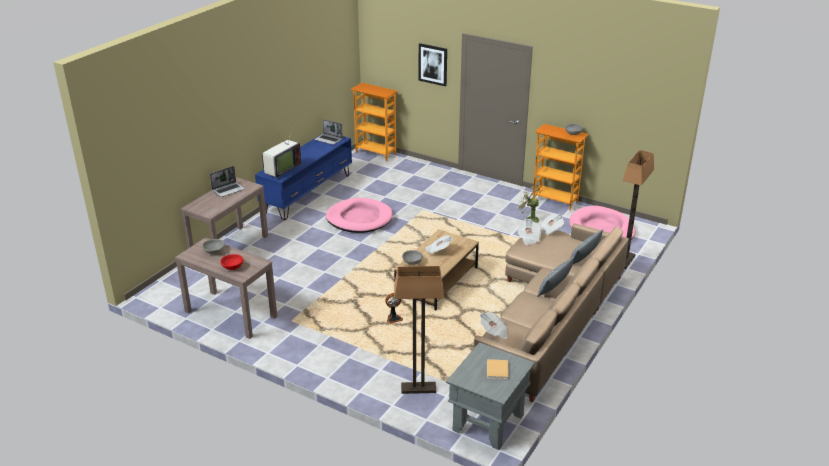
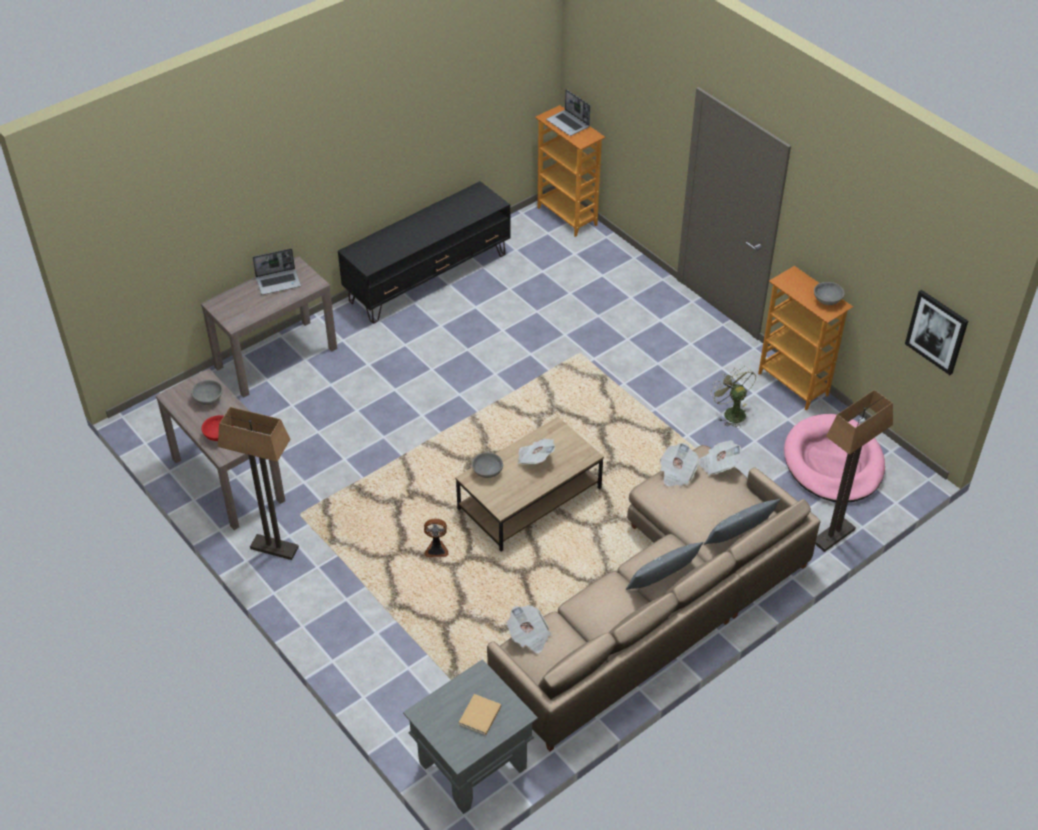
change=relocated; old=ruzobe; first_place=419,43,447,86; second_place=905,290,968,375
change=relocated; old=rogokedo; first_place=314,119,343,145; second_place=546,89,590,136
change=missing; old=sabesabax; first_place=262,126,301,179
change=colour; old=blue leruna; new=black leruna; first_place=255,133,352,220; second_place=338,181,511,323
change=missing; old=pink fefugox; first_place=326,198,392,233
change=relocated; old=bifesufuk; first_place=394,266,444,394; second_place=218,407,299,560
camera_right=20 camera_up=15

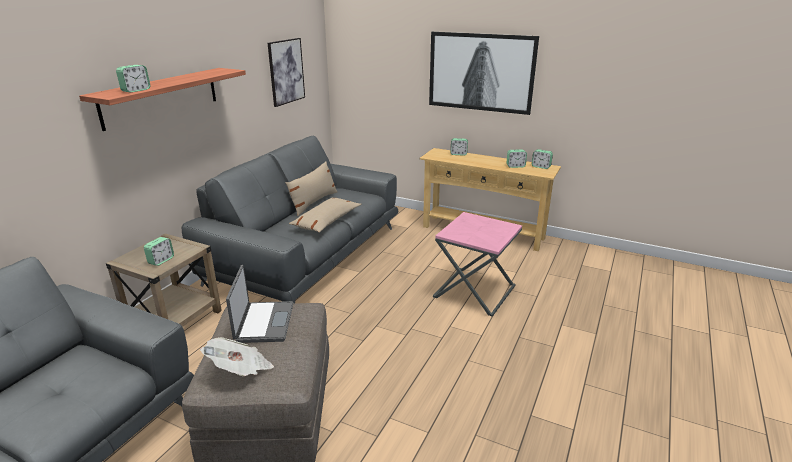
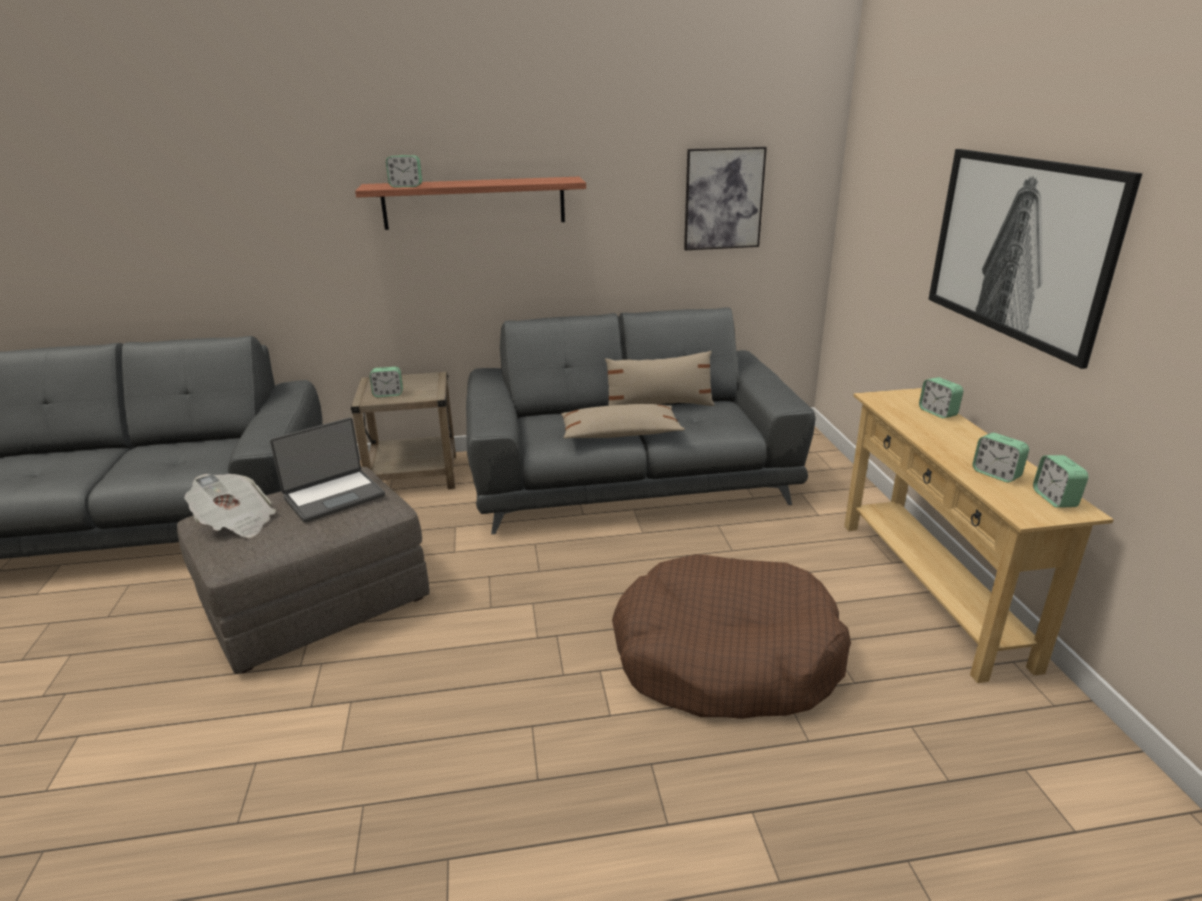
change=exchanged; old=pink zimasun; new=brown fefugox; first_place=433,212,522,316; second_place=612,554,851,719
camera_right=55 camera_up=0

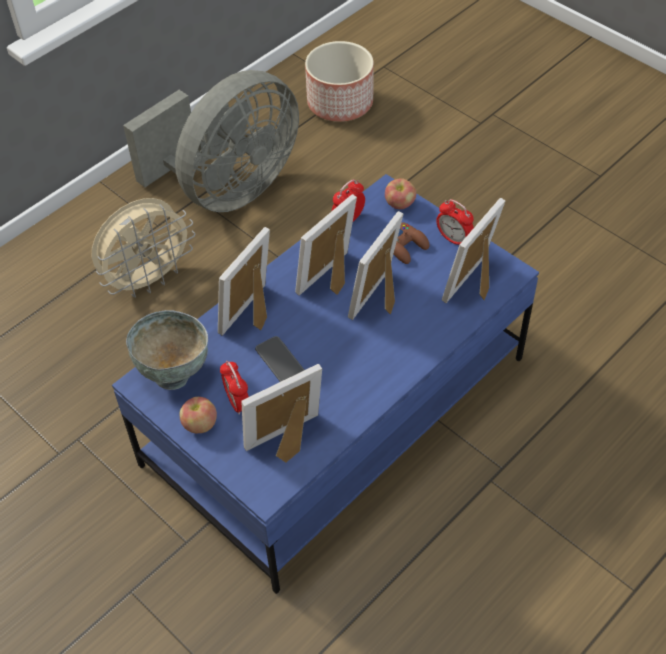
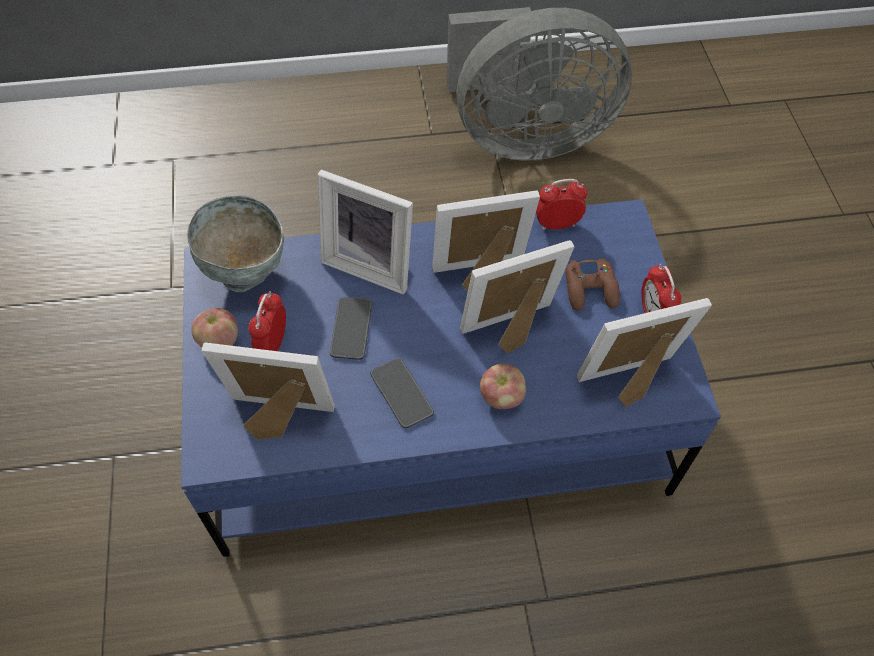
change=missing; old=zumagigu; first_place=305,41,374,122
change=relocated; old=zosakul; first_place=385,178,416,209; second_place=480,363,526,409
change=missing; old=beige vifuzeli; first_place=91,198,195,298
change=spun; old=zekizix; first_place=218,227,270,336; second_place=318,170,413,294; degrees=-135
change=appeared; new=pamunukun; second_place=370,358,434,428
camera_right=35 camera_up=5

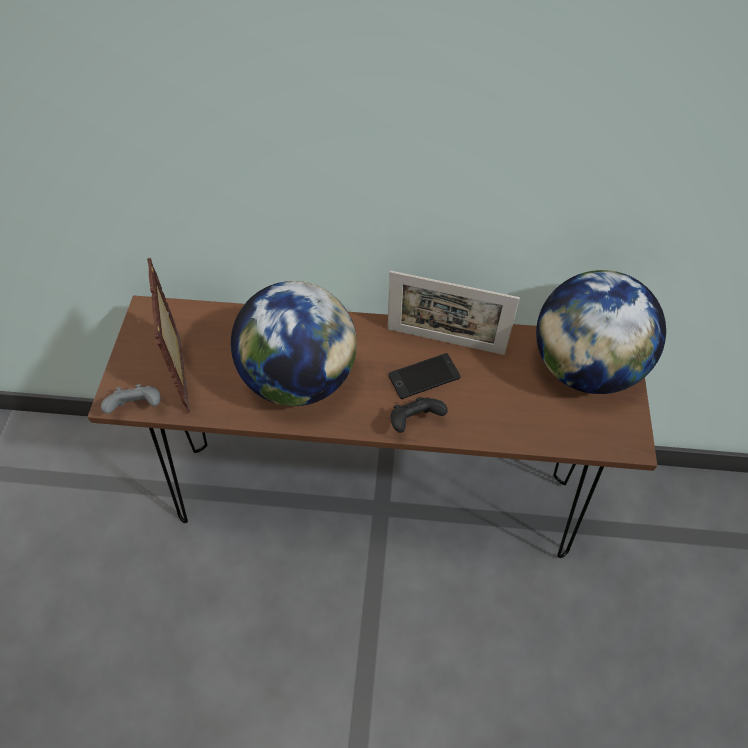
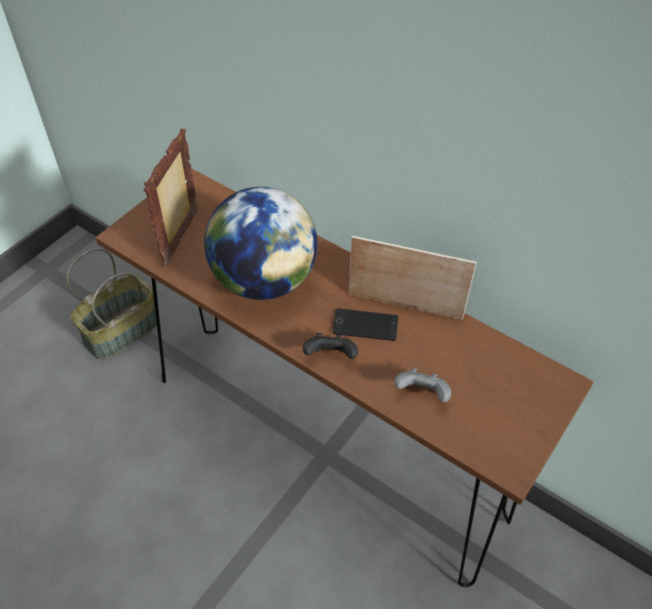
change=missing; old=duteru; first_place=536,270,666,394
change=spun; old=zekizix; first_place=388,271,520,355; second_place=349,236,477,320; degrees=150
change=relocated; old=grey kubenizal; first_place=101,384,161,414; second_place=394,367,451,402
change=appeared; new=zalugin; second_place=67,248,157,360
camera_right=30 camera_up=-5

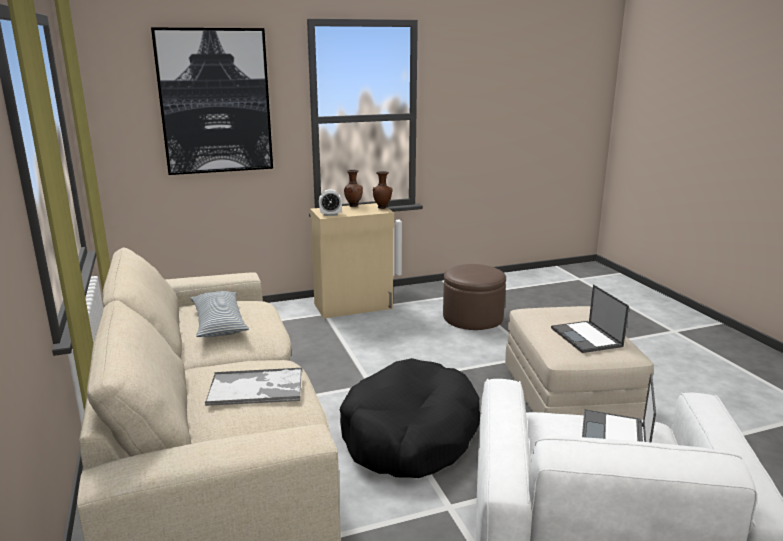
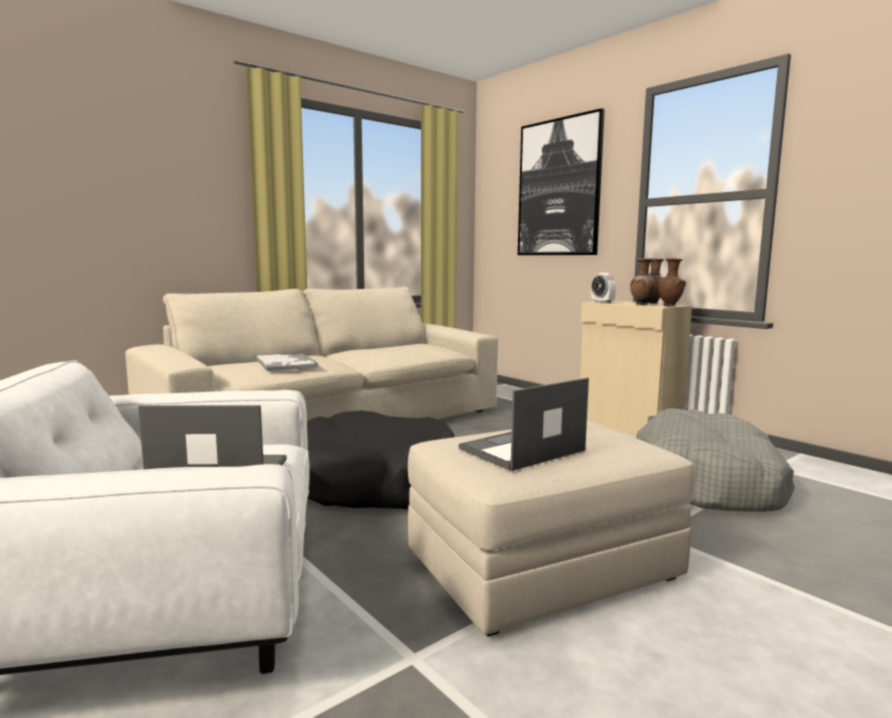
change=exchanged; old=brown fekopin; new=grey fefugox; first_place=443,264,506,330; second_place=636,408,795,512
change=missing; old=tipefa; first_place=190,291,249,337
change=appeared; new=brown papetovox; second_place=630,258,655,305
camera_right=70 camera_up=-10

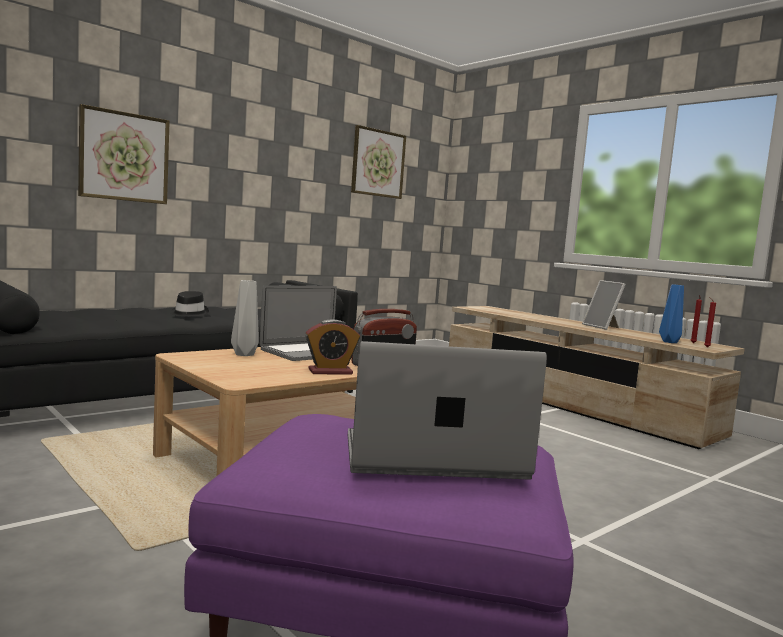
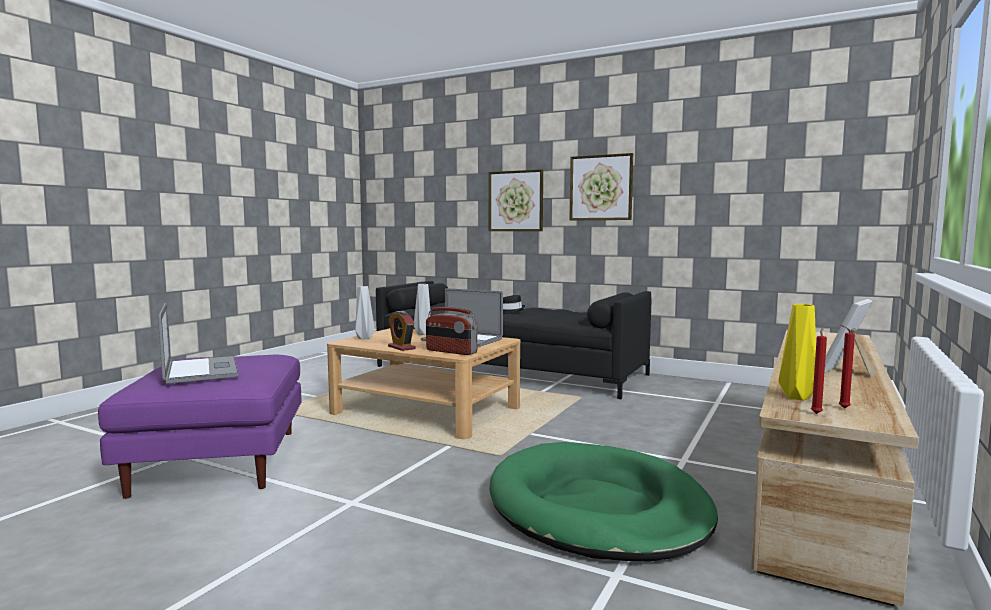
change=relocated; old=ruzobe; first_place=351,125,406,199; second_place=570,153,633,220
change=colour; old=blue papetovox; new=yellow papetovox; first_place=659,284,684,343; second_place=779,304,816,400
change=appeared; new=grey papetovox; second_place=355,286,375,340
change=appeared; new=green fefugox; second_place=489,442,718,562
camera_right=70 camera_up=0

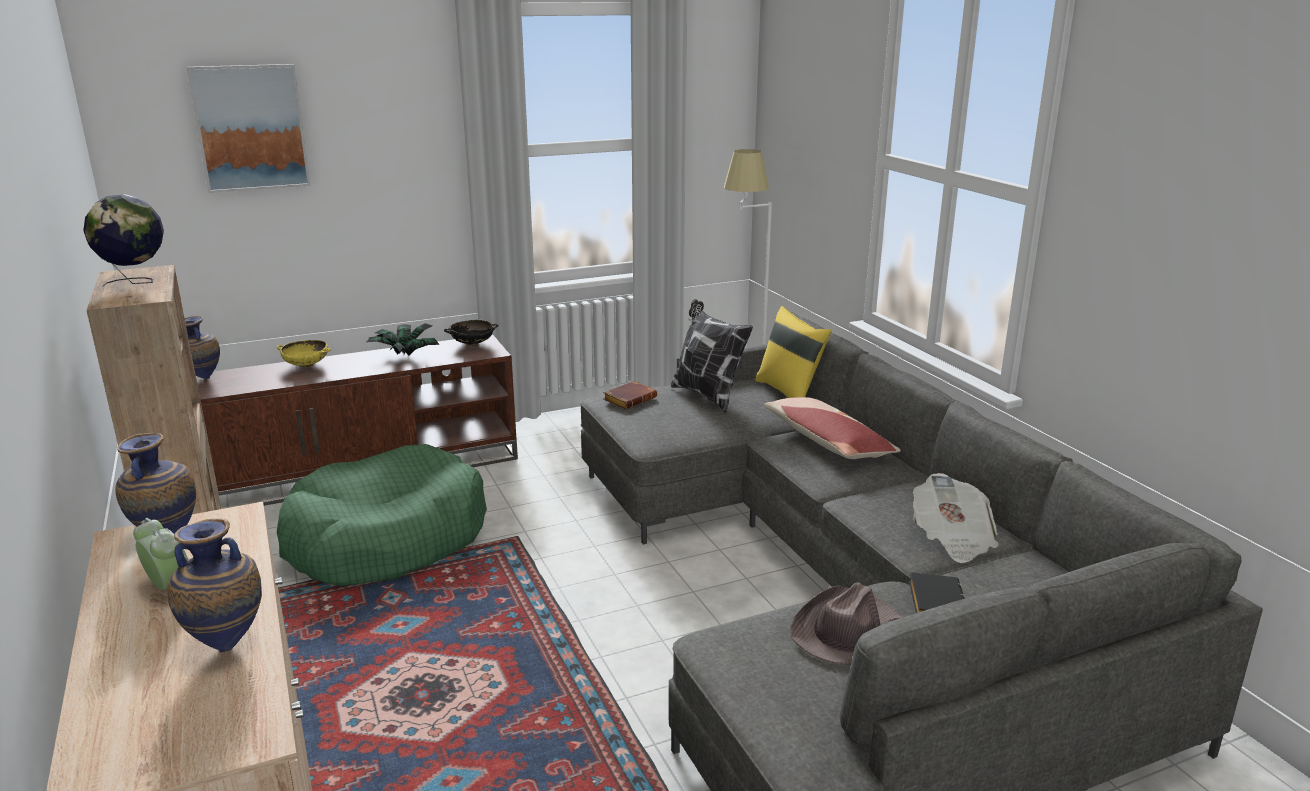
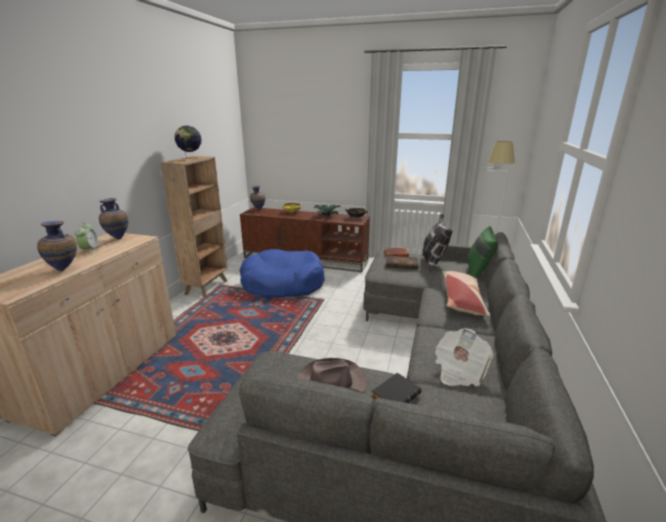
change=missing; old=ruzobe; first_place=187,64,311,193
change=colour; old=yellow tipefa; new=green tipefa; first_place=755,306,831,398; second_place=468,226,498,278
change=colour; old=green fefugox; new=blue fefugox; first_place=277,444,487,586; second_place=240,249,325,298
change=appeared; new=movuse; second_place=386,256,419,269
camera_right=40 camera_up=0

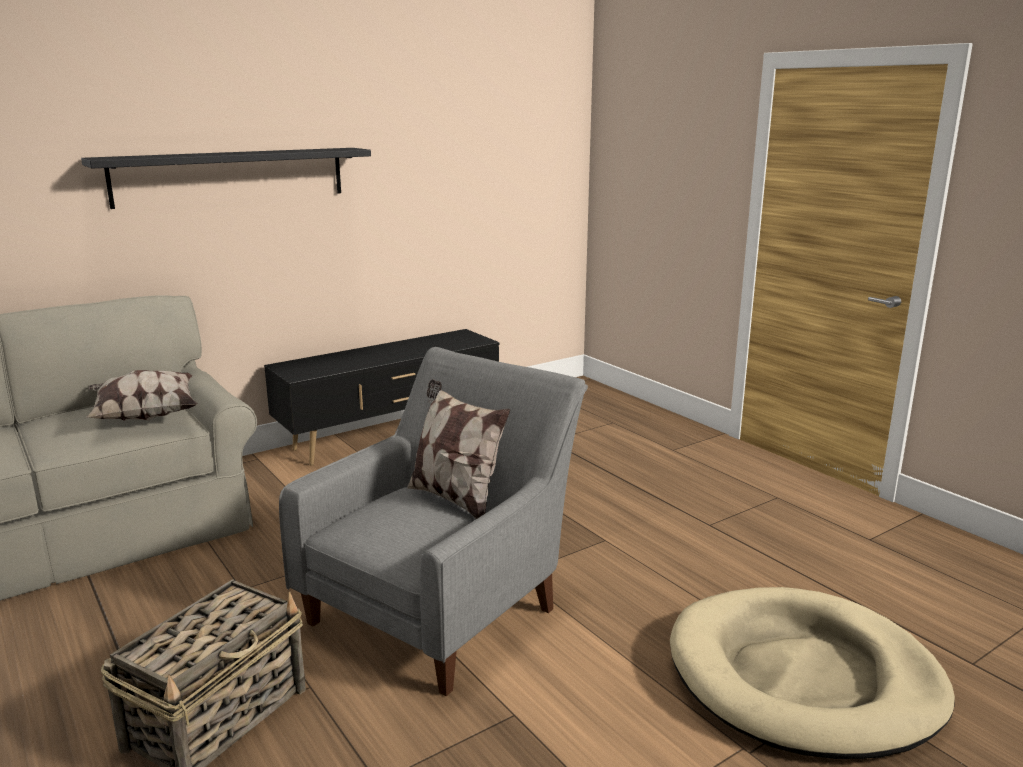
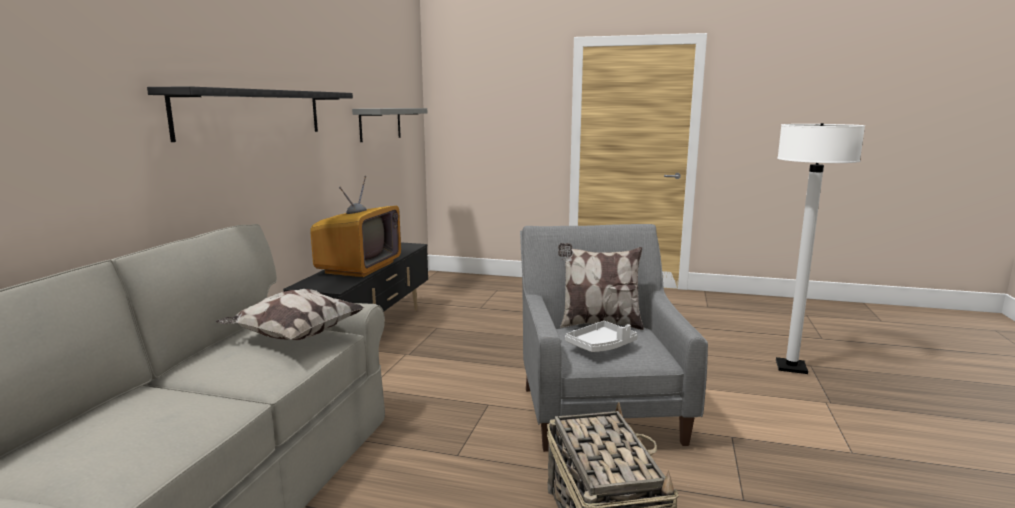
change=exchanged; old=beige fefugox; new=white bifesufuk; first_place=670,587,955,759; second_place=776,123,865,374
change=appeared; new=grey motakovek; second_place=352,108,427,142
change=appeared; new=sabesabax; second_place=310,176,401,277
change=appeared; new=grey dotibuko; second_place=565,321,638,352
camera_right=-40 camera_up=-5

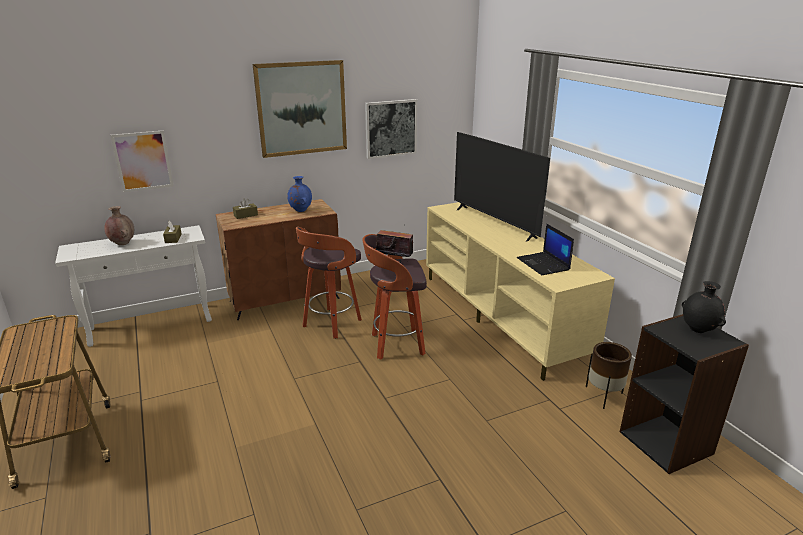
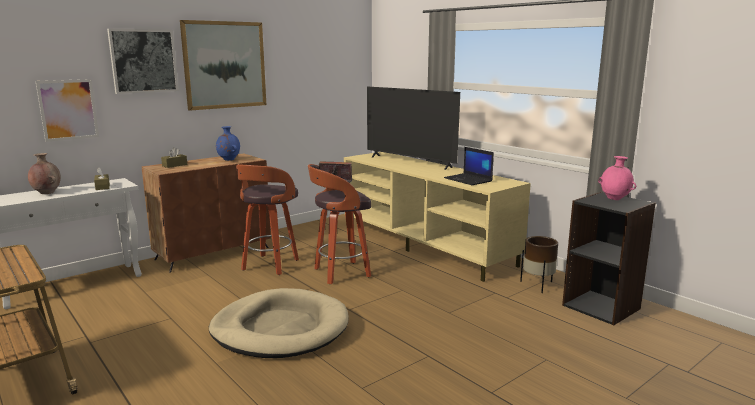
change=relocated; old=ruzobe; first_place=365,99,417,159; second_place=107,29,179,94
change=colour; old=black papetovox; new=pink papetovox; first_place=682,281,726,333; second_place=598,156,636,200
change=appeared; new=beige fefugox; second_place=209,288,349,358
camera_right=-15 camera_up=-10

